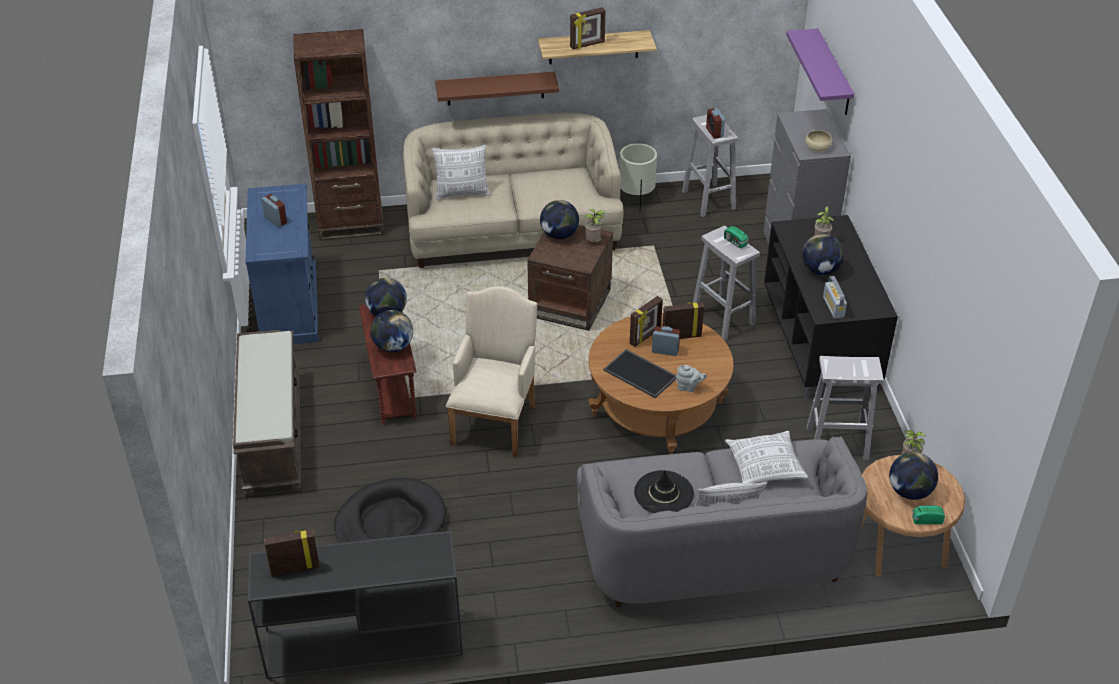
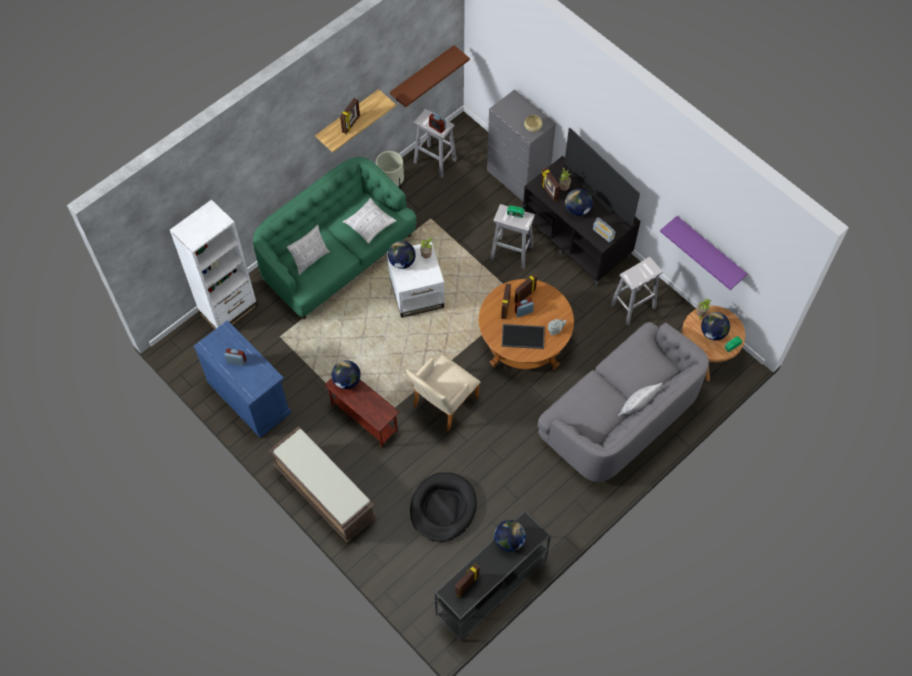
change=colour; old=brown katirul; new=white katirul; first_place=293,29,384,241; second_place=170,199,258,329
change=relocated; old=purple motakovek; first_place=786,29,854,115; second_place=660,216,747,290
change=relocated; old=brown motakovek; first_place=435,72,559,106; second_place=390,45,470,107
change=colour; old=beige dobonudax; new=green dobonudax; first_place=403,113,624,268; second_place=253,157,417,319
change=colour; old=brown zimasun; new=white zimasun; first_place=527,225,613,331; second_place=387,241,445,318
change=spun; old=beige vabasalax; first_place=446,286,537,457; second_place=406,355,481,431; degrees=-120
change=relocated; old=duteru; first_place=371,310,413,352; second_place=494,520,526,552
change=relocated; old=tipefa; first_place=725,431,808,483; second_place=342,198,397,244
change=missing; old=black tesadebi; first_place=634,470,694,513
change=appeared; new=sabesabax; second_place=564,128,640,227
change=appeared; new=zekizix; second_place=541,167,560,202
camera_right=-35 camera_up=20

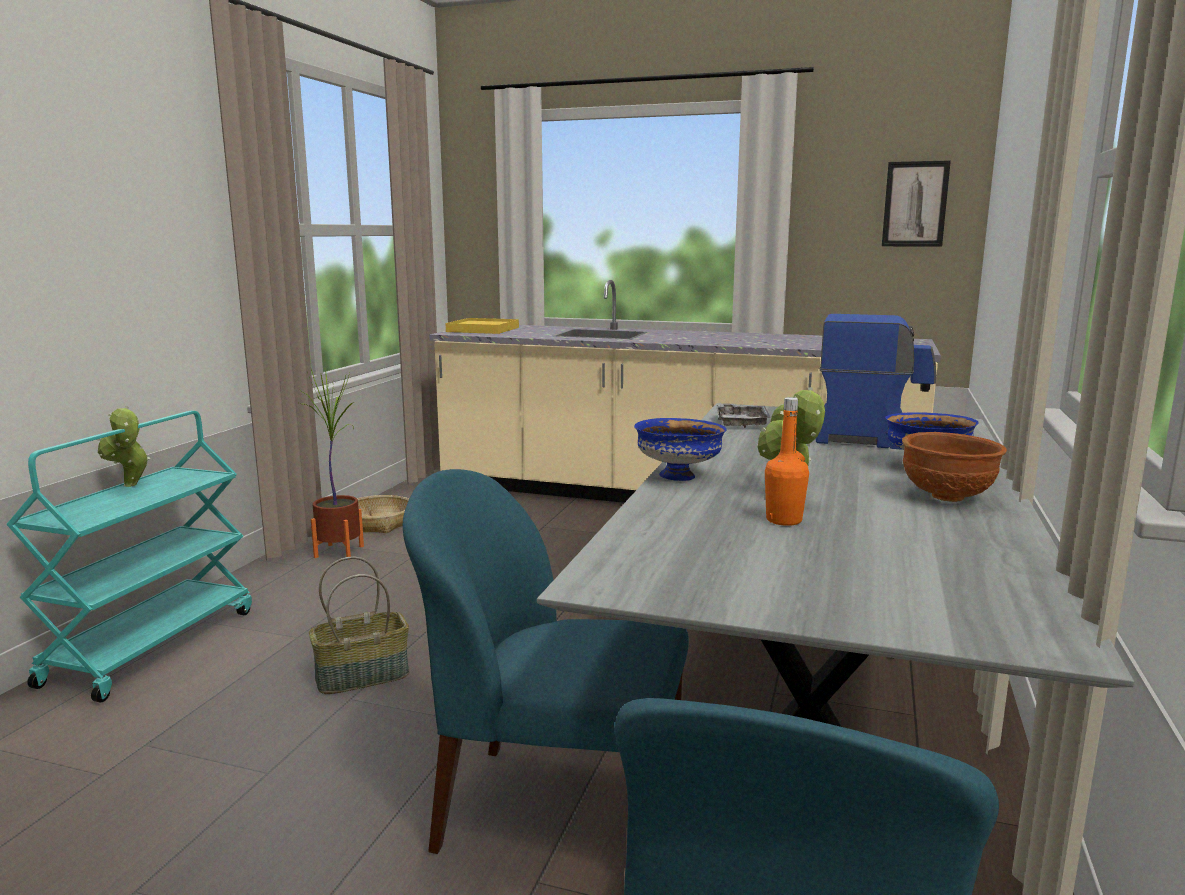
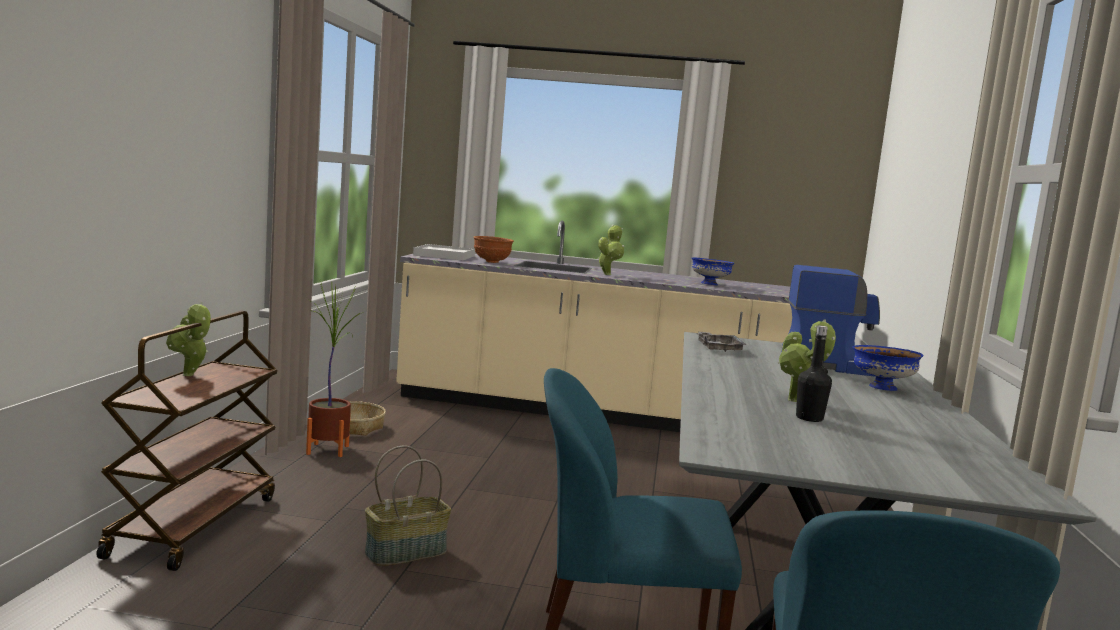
change=missing; old=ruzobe; first_place=882,160,951,247
change=colour; old=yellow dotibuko; new=white dotibuko; first_place=446,318,519,334; second_place=413,244,475,260
change=colour; old=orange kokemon; new=black kokemon; first_place=765,397,809,526; second_place=796,325,832,422
change=colour; old=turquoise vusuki; new=brown vusuki; first_place=6,411,252,702; second_place=96,311,278,571
change=relocated; old=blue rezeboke; first_place=634,418,727,481; second_place=692,258,734,285
change=relocated; old=brown rezeboke; first_place=902,432,1007,502; second_place=473,236,514,263
change=appeared; new=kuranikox; second_place=598,225,624,275
camera_right=-10 camera_up=-5

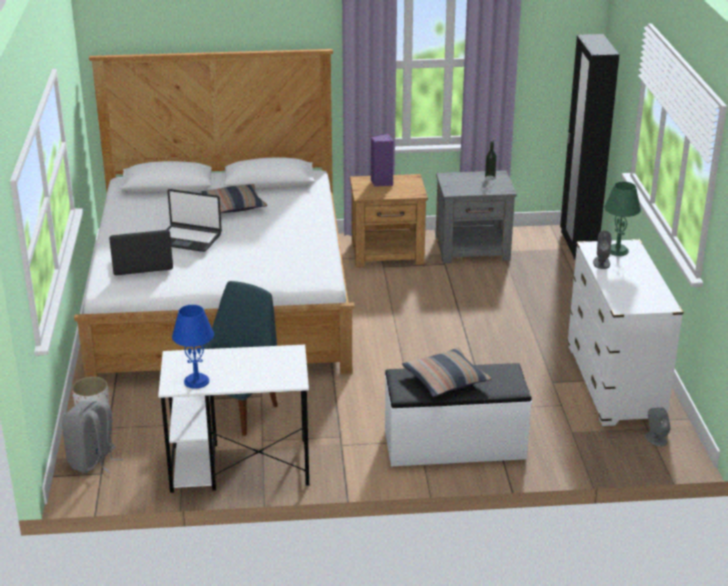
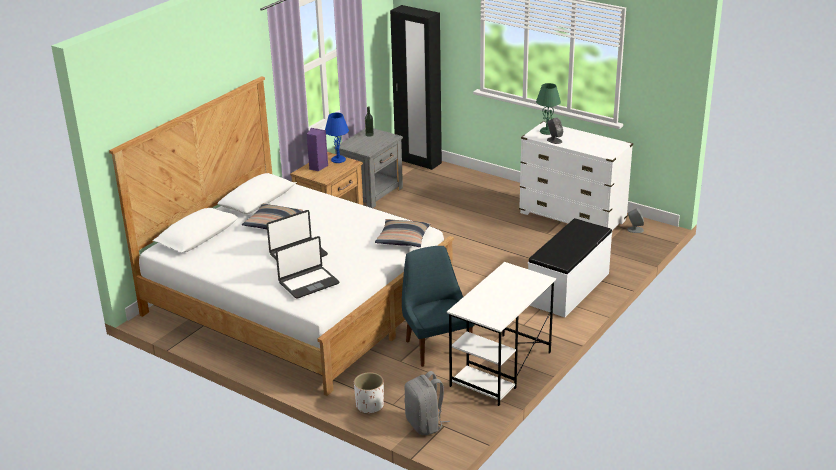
change=spun; old=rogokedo; first_place=109,230,173,275; second_place=276,236,339,298; degrees=-150
change=relocated; old=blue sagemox; first_place=172,305,214,389; second_place=325,113,349,163
change=relocated; old=tipefa; first_place=402,348,492,397; second_place=375,219,431,247
camera_right=-50 camera_up=0

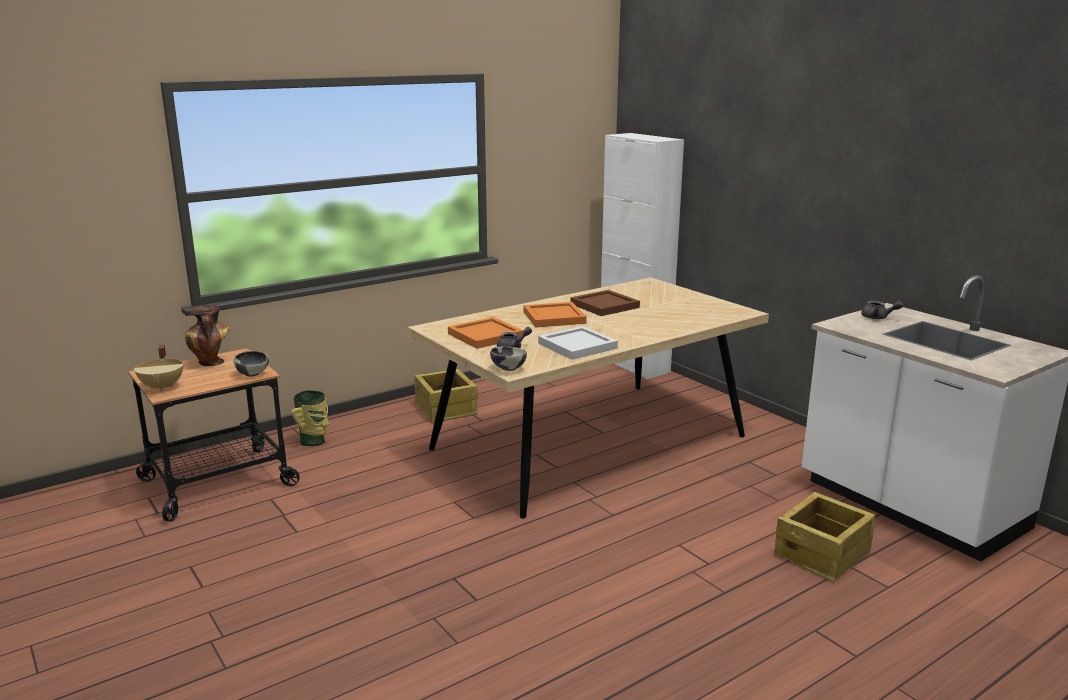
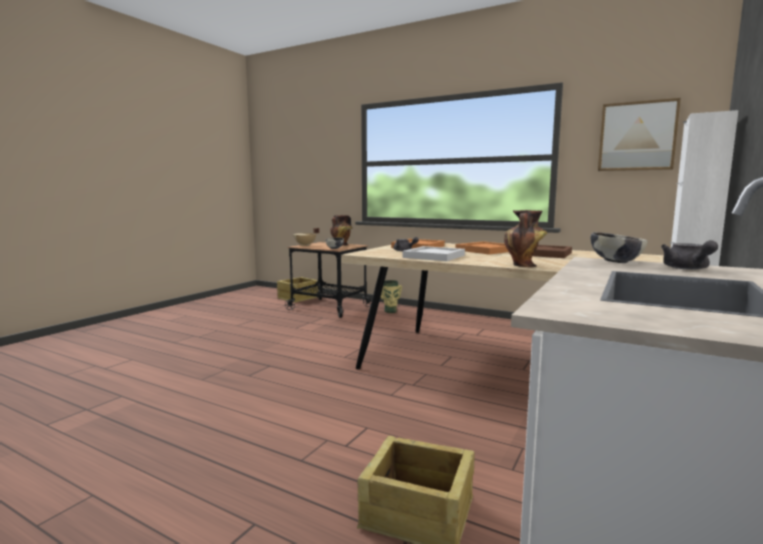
change=relocated; old=rezeboke; first_place=490,346,527,371; second_place=590,232,648,263
change=relocated; old=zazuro; first_place=414,369,478,422; second_place=277,277,319,303
change=appeared; new=ruzobe; second_place=598,98,681,171
change=appeared; new=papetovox; second_place=504,210,548,267
camera_right=65 camera_up=-10

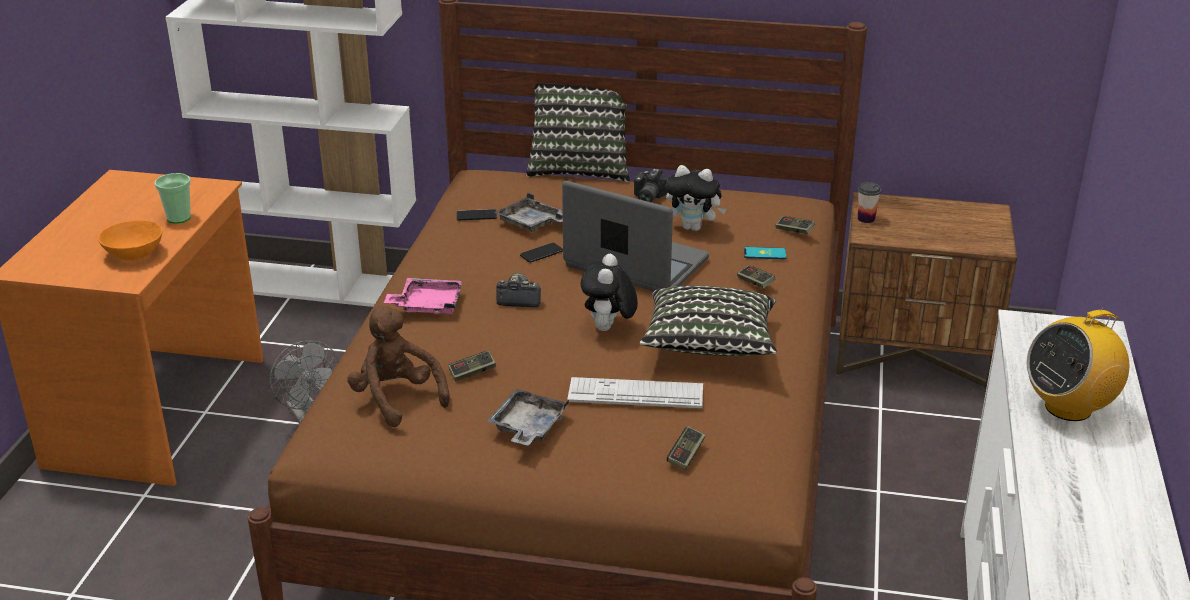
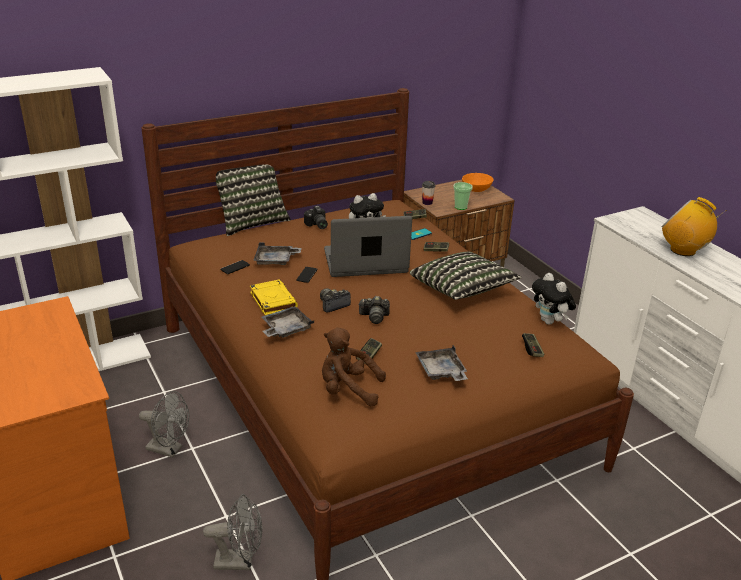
change=relocated; old=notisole; first_place=154,173,191,224; second_place=453,182,473,210
change=relocated; old=orange rezeboke; first_place=98,220,162,260; second_place=462,173,494,192
change=relocated; old=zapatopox; first_place=581,254,638,331; second_place=532,273,576,325
change=colour; old=pink dotibuko; new=grey dotibuko; first_place=384,278,462,314; second_place=261,306,314,338
change=spun; old=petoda; first_place=1027,307,1129,421; second_place=662,197,727,256; degrees=105
change=missing; old=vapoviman; first_place=567,377,703,408
change=appeared; new=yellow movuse; second_place=250,279,298,315
change=appeared; new=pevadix; second_place=359,296,390,324
change=appeared; new=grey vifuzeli; second_place=203,494,262,570
camera_right=-40 camera_up=0

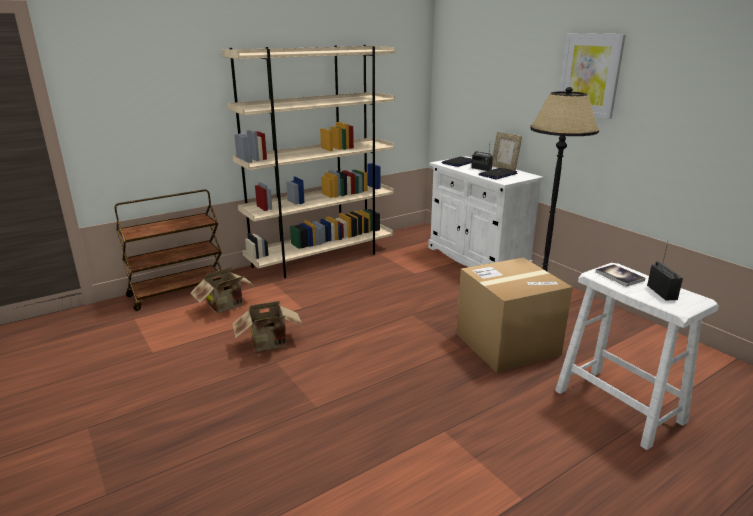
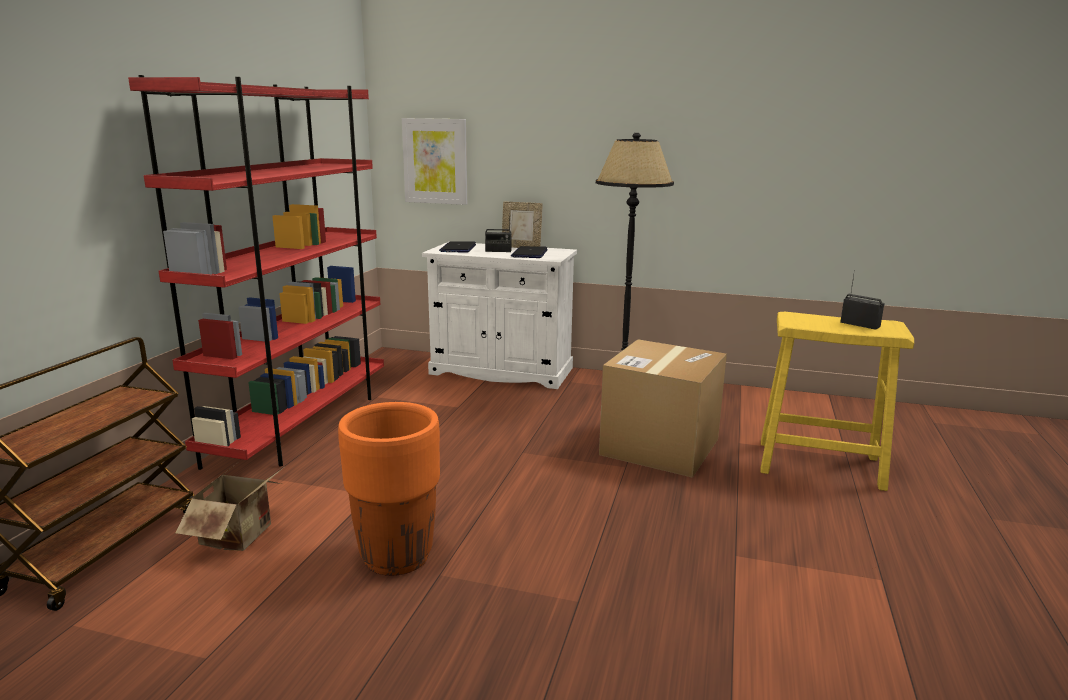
change=relocated; old=ruzobe; first_place=560,33,626,119; second_place=402,118,467,205
change=colour; old=beige katirul; new=red katirul; first_place=221,45,396,278; second_place=128,75,384,470
change=colour; old=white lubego; new=yellow lubego; first_place=555,263,719,450; second_place=760,311,914,491
change=missing; old=movuse; first_place=595,264,645,287
change=exchanged; old=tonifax; new=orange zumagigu; first_place=233,301,304,352; second_place=338,402,440,576
camera_right=-40 camera_up=-5

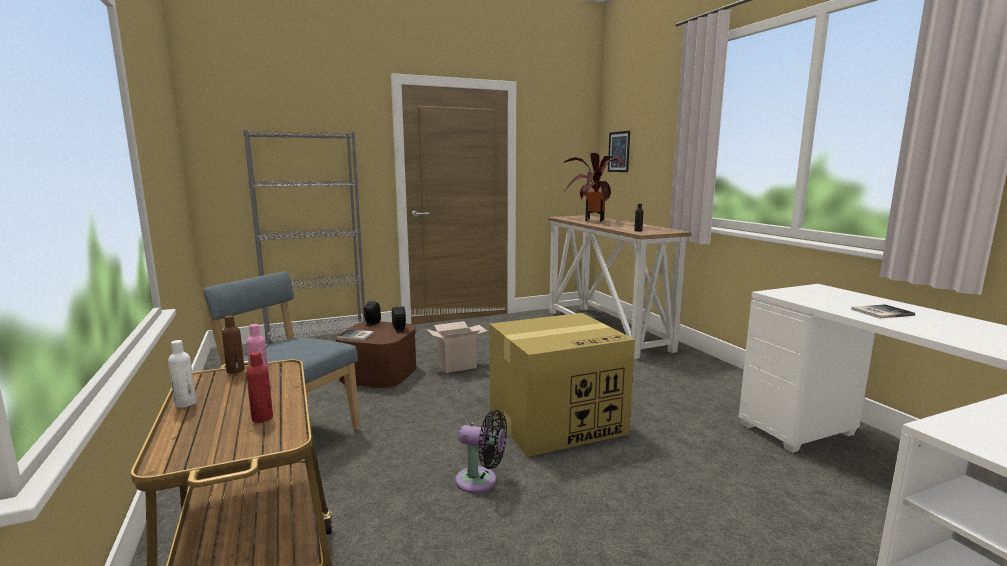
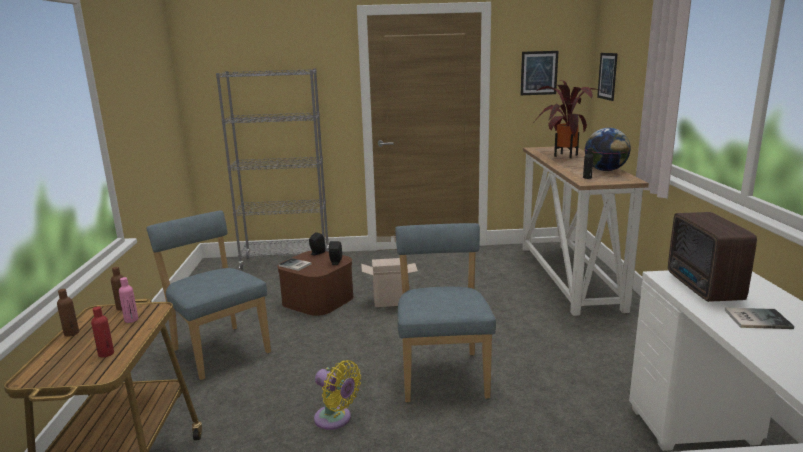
change=exchanged; old=tonifax; new=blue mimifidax; first_place=489,313,635,457; second_place=395,223,496,402
change=colour; old=white kokemon; new=brown kokemon; first_place=168,340,196,408; second_place=57,289,79,337
change=colour; old=black vifuzeli; new=yellow vifuzeli; first_place=455,410,507,493; second_place=314,360,361,430
change=appeared; new=ruzobe; second_place=520,51,559,95
change=appeared; new=duteru; second_place=585,128,631,171
change=appeared; new=petoda; second_place=668,212,757,302
camera_right=20 camera_up=5

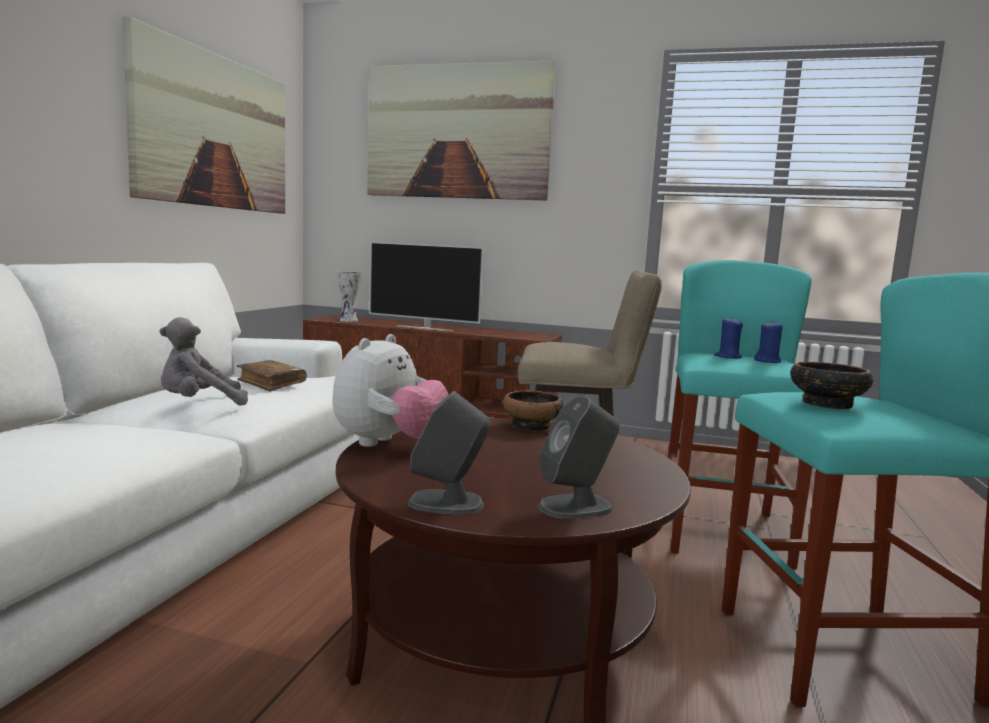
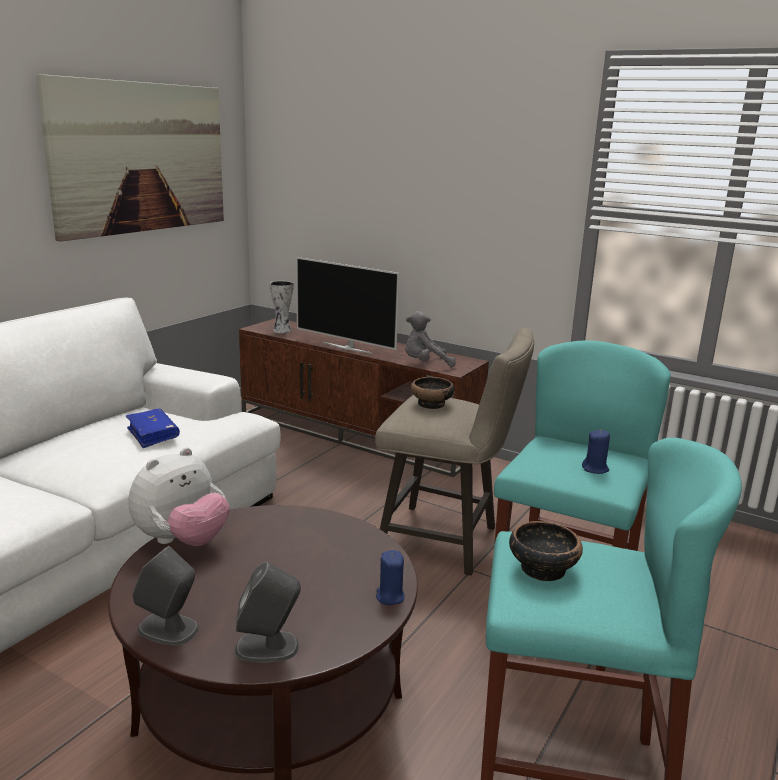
change=missing; old=ruzobe; first_place=367,60,556,201
change=relocated; old=grey zapatopox; first_place=159,317,248,406; second_place=405,311,456,367
change=relocated; old=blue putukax; first_place=714,317,743,359; second_place=376,550,405,605
change=colour; old=brown movuse; new=blue movuse; first_place=237,360,307,392; second_place=126,409,180,448
change=relocated; old=rezeboke; first_place=503,390,563,432; second_place=411,377,454,409
camera_right=15 camera_up=10

